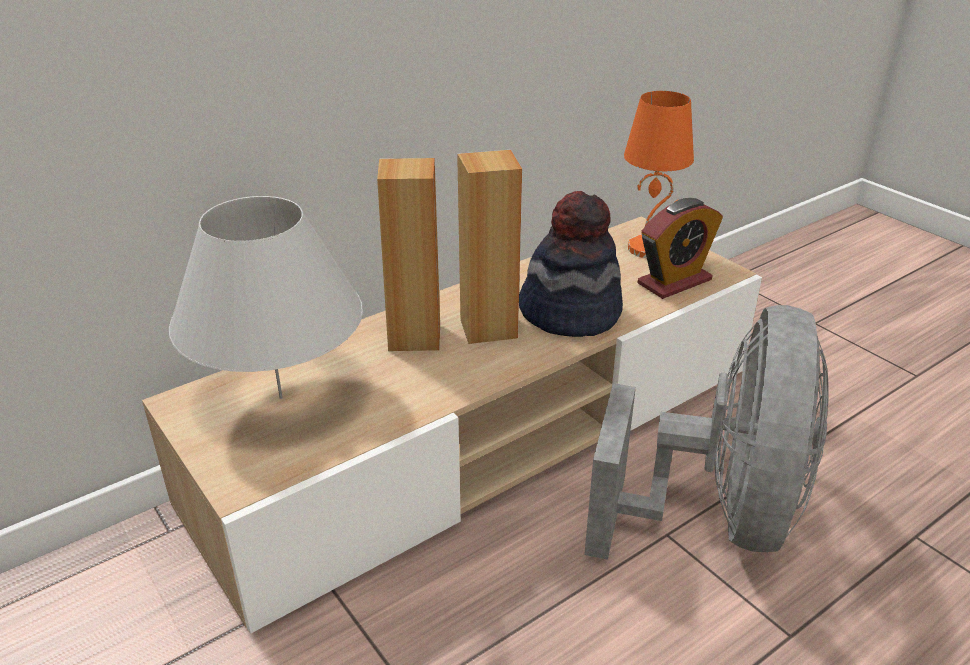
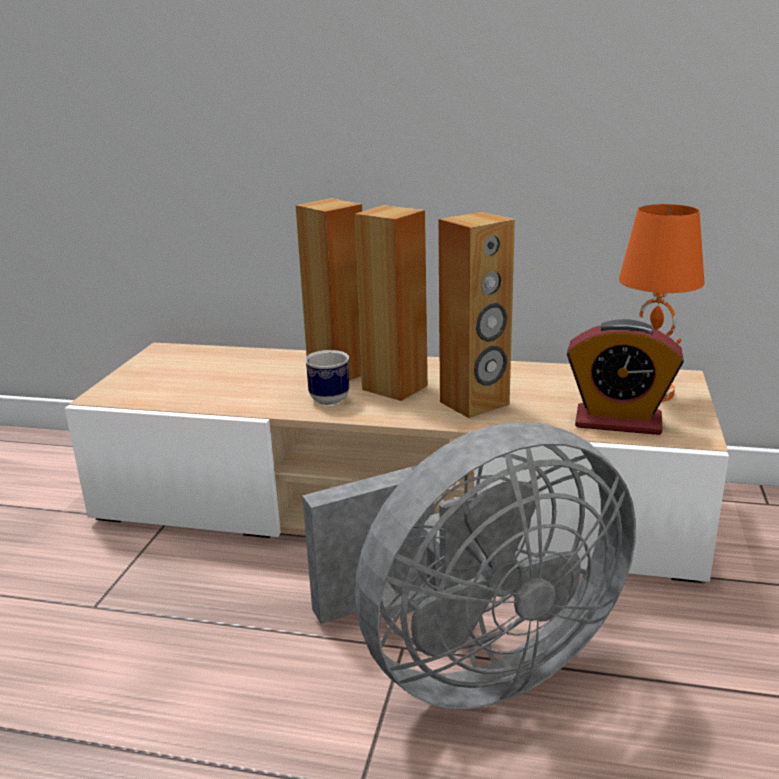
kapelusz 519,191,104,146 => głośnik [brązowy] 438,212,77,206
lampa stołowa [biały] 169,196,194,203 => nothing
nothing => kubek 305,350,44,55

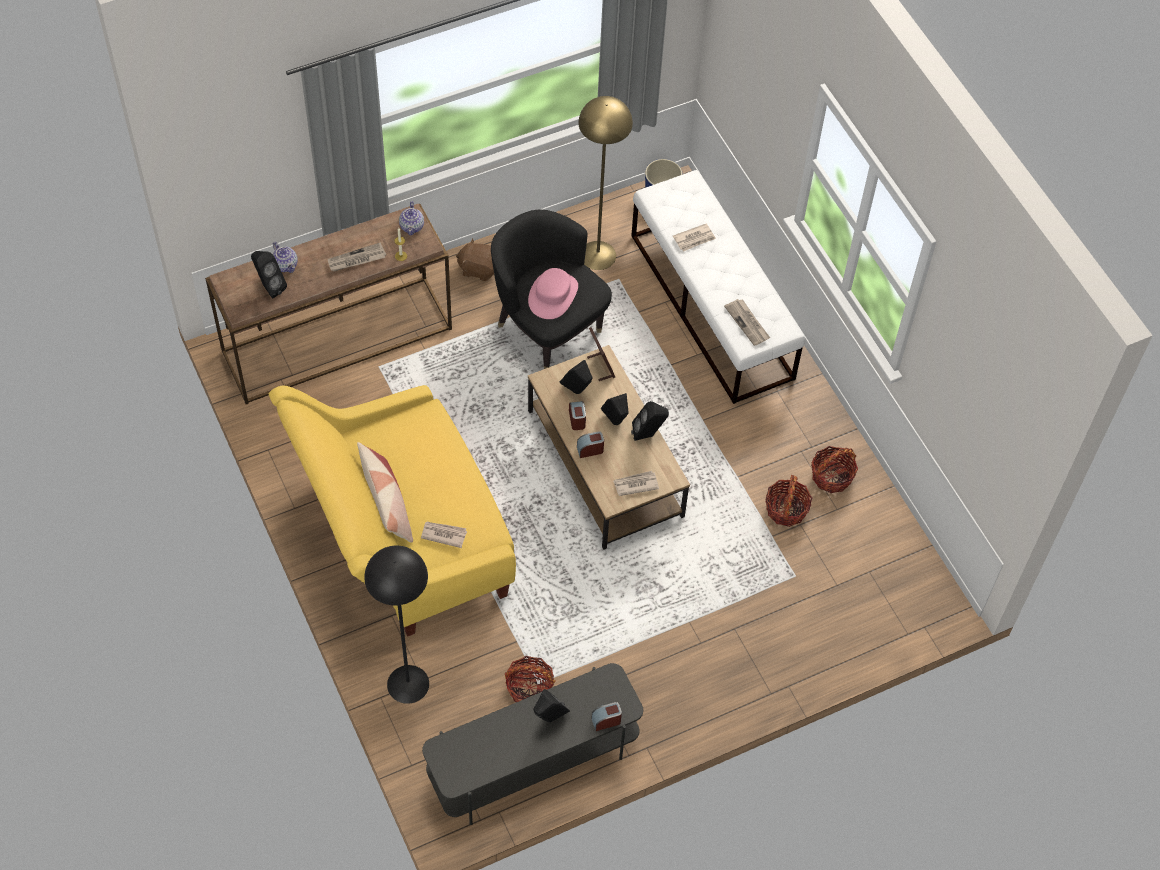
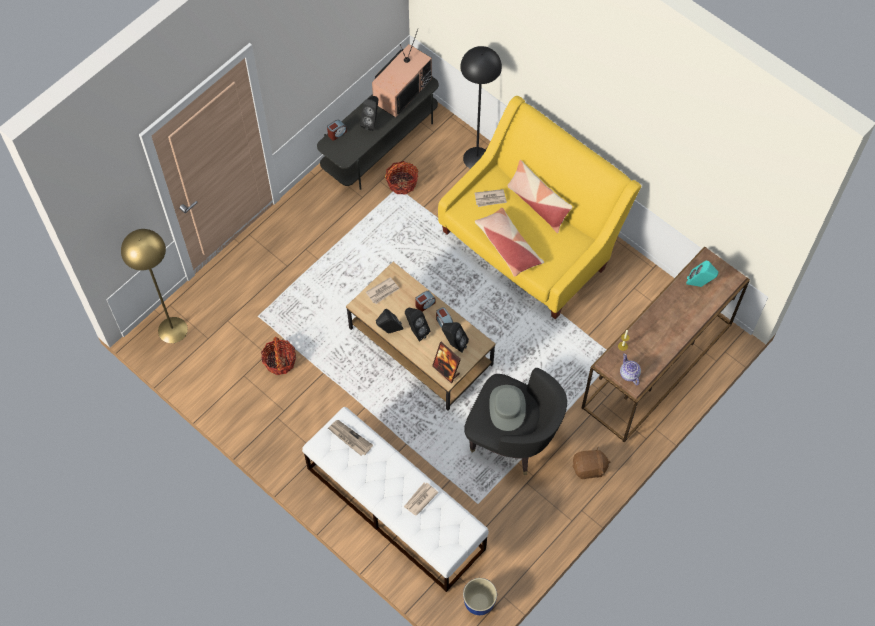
lampa stojąca [żółty] 578,96,55,174 => lampa stojąca [żółty] 121,229,67,114, moved
imbryk 273,242,25,31 => nothing
gazeta 328,242,58,30 => nothing
głośnik [czarny] 251,251,36,47 => głośnik [turkusowy] 686,261,32,26
kapelusz [różowy] 528,268,50,51 => kapelusz [szary] 489,385,37,46
koszyk 811,446,47,47 => nothing
nothing => telewizor 372,28,60,90
nothing => poduszka 475,208,69,69

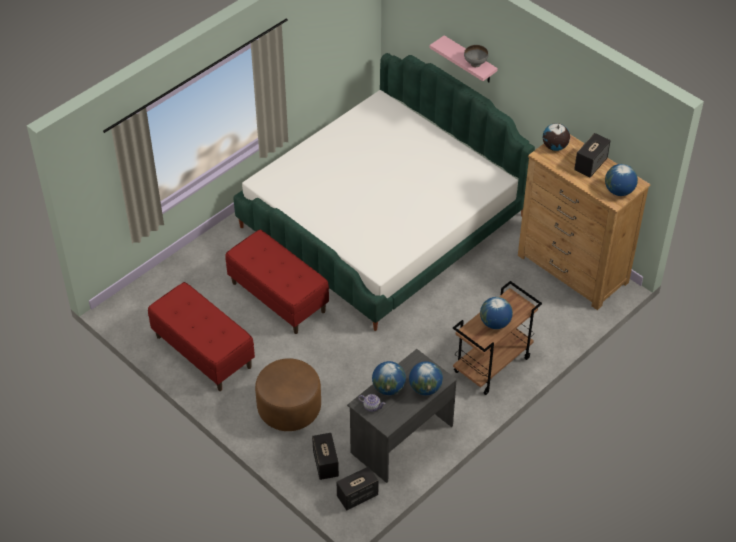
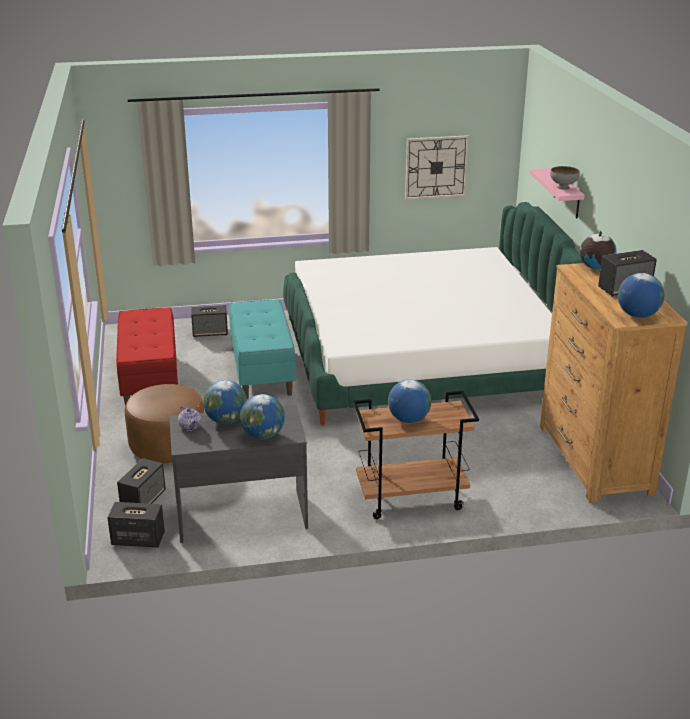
ławka [czerwony] 225,229,104,105 => ławka [turkusowy] 229,299,67,100
nothing => zegar ścienny 405,135,64,65
nothing => głośnik 191,305,37,32

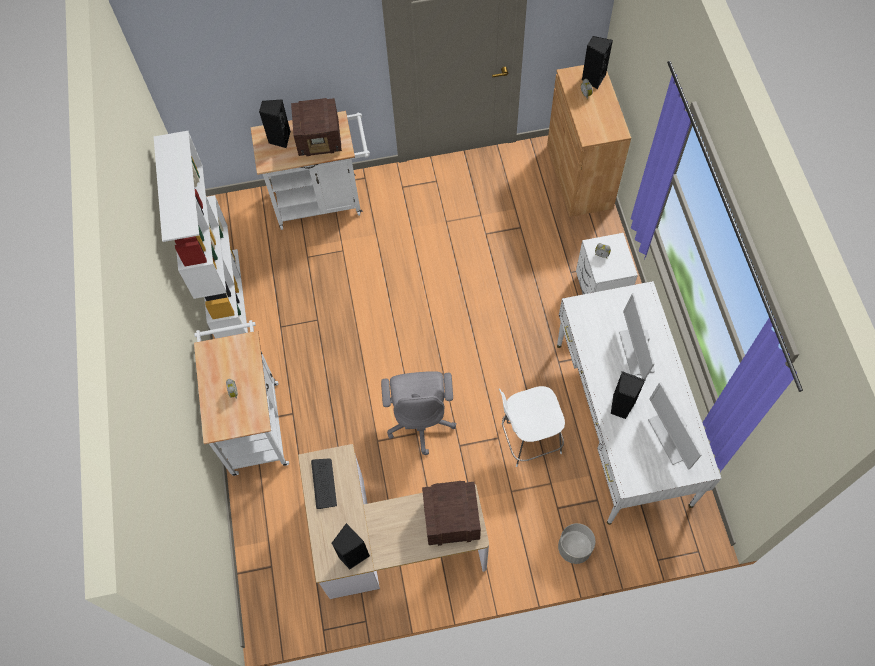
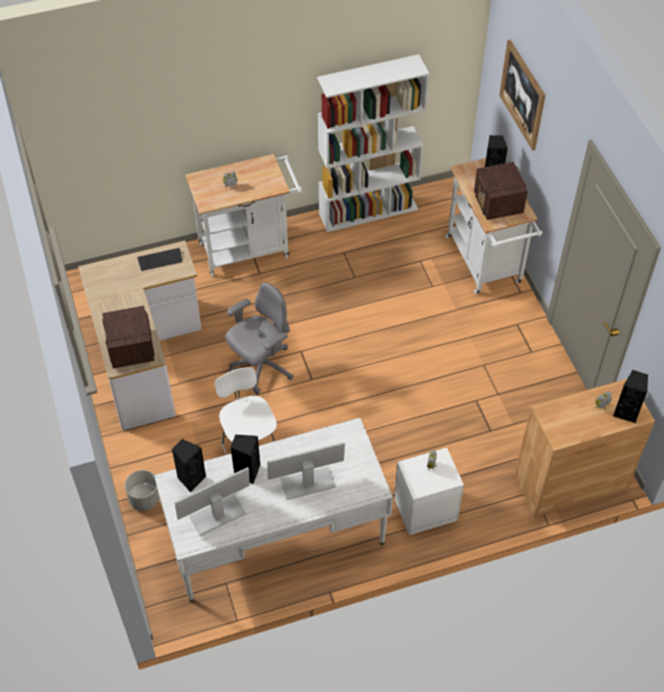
krzesło biurowe [szary] 381,371,75,84 => krzesło biurowe [szary] 225,283,69,111, 150 degrees clockwise
głośnik [czarny] 331,523,39,46 => głośnik [czarny] 172,439,34,54, moved
nothing => obraz 499,40,46,111

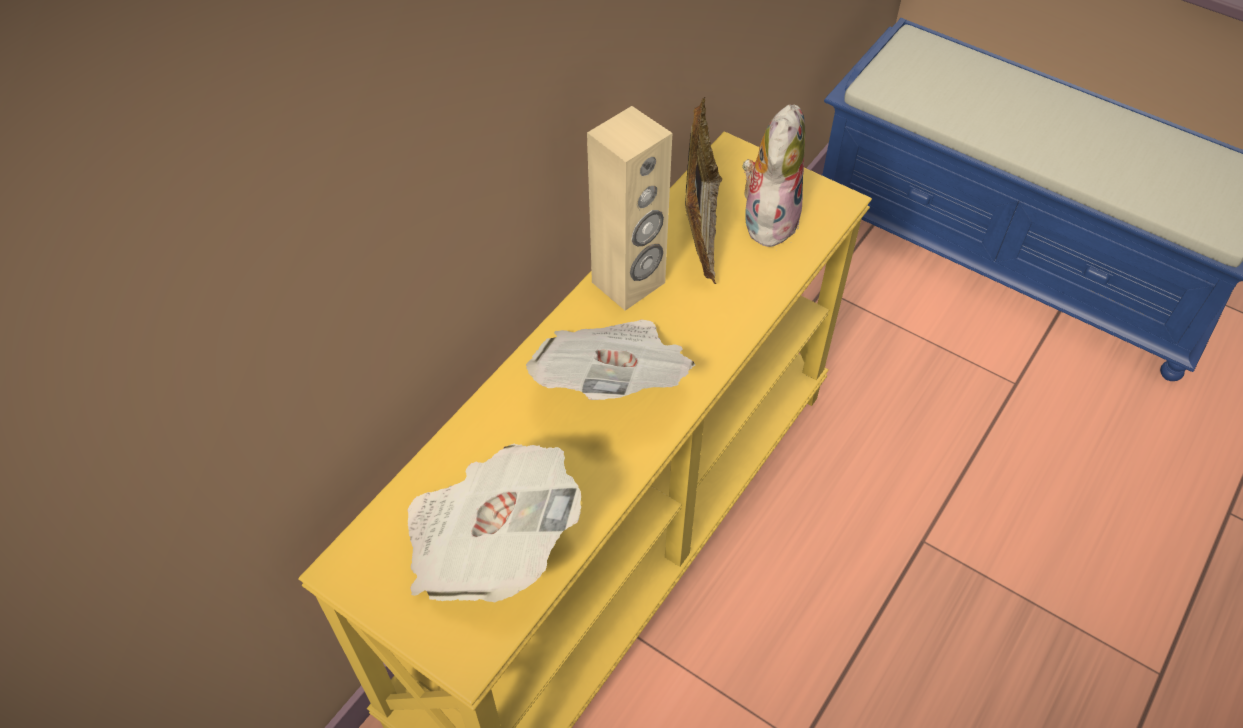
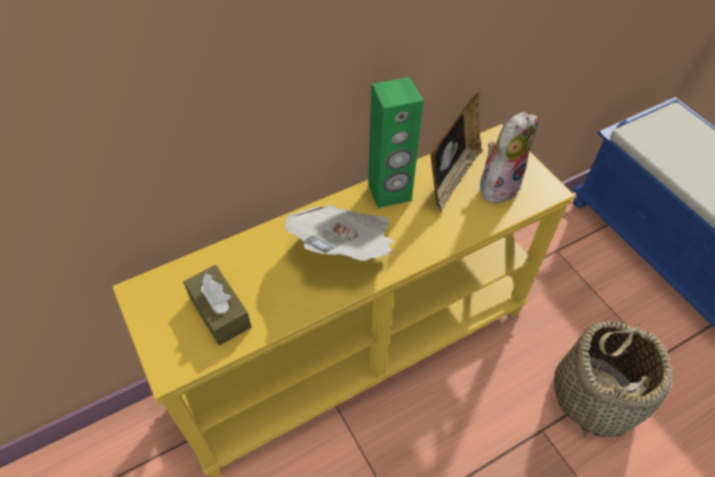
głośnik [beżowy] 587,106,85,205 => głośnik [zielony] 368,77,56,131
gazeta 407,444,174,158 => pudełko chusteczek [brązowy] 183,265,68,80
nothing => koszyk 554,321,118,117

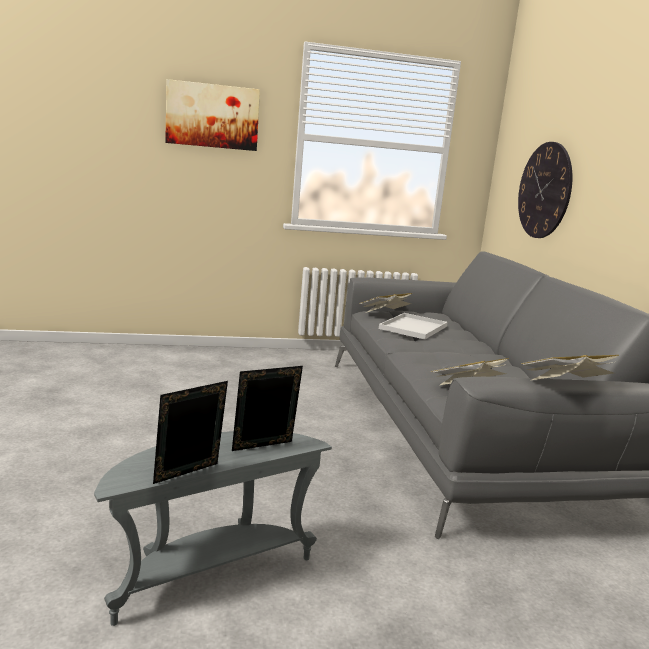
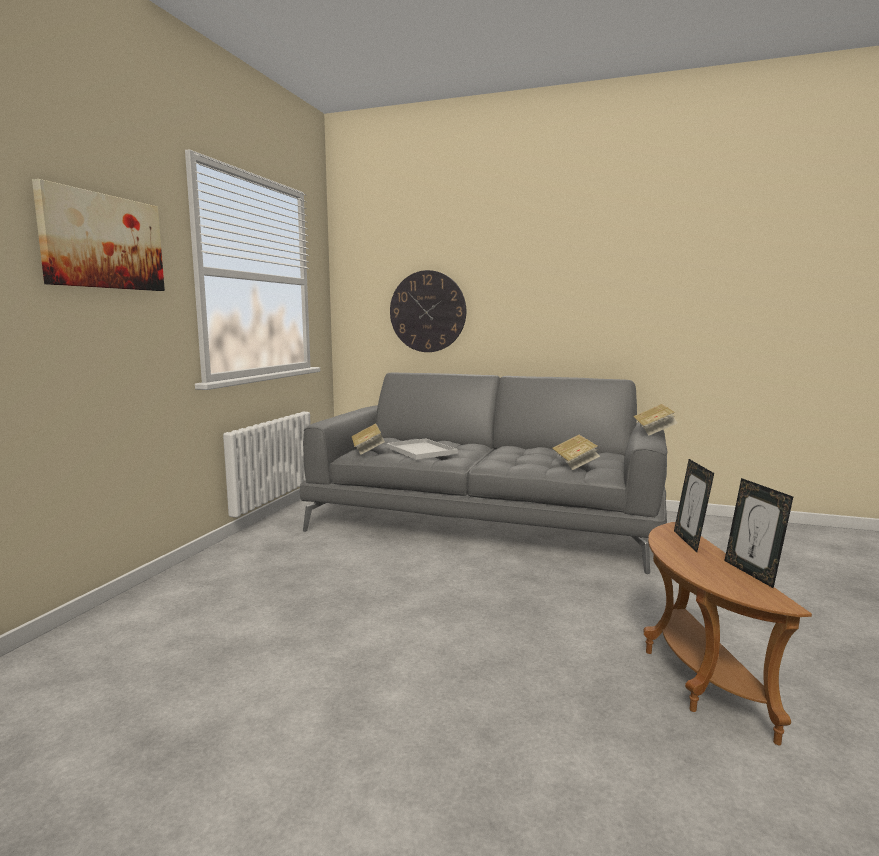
stolik [szary] 94,431,238,195 => stolik [brązowy] 644,522,168,224

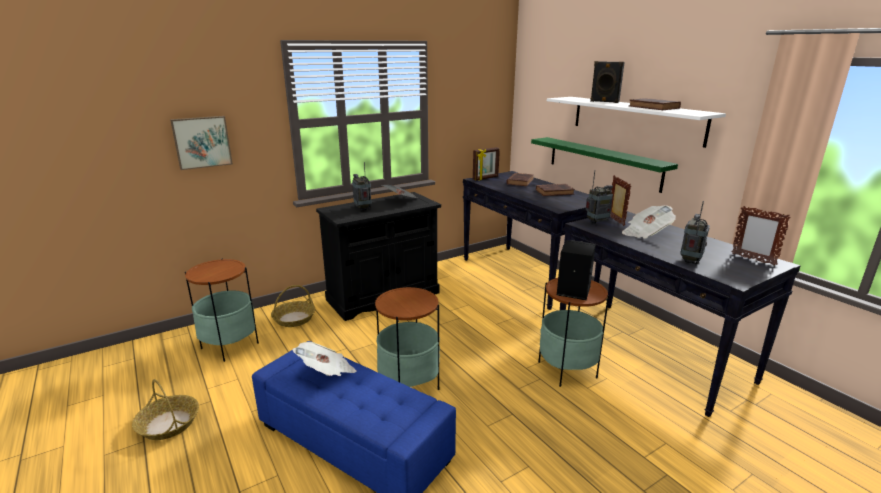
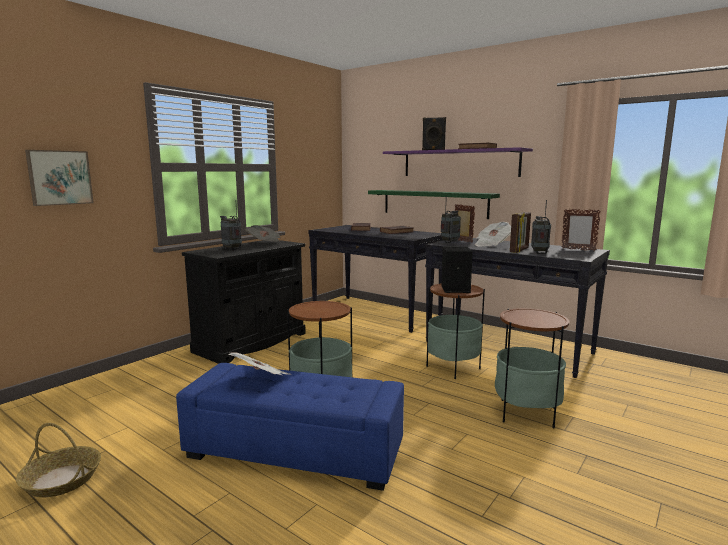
półka [biały] 547,97,179,51 => półka [fioletowy] 383,147,150,30
ramka na zdjęcie 473,147,27,33 => ramka na zdjęcie 510,212,21,41, moved
stolik 185,259,74,103 => stolik 495,308,74,120, moved
koszyk 271,285,44,42 => nothing

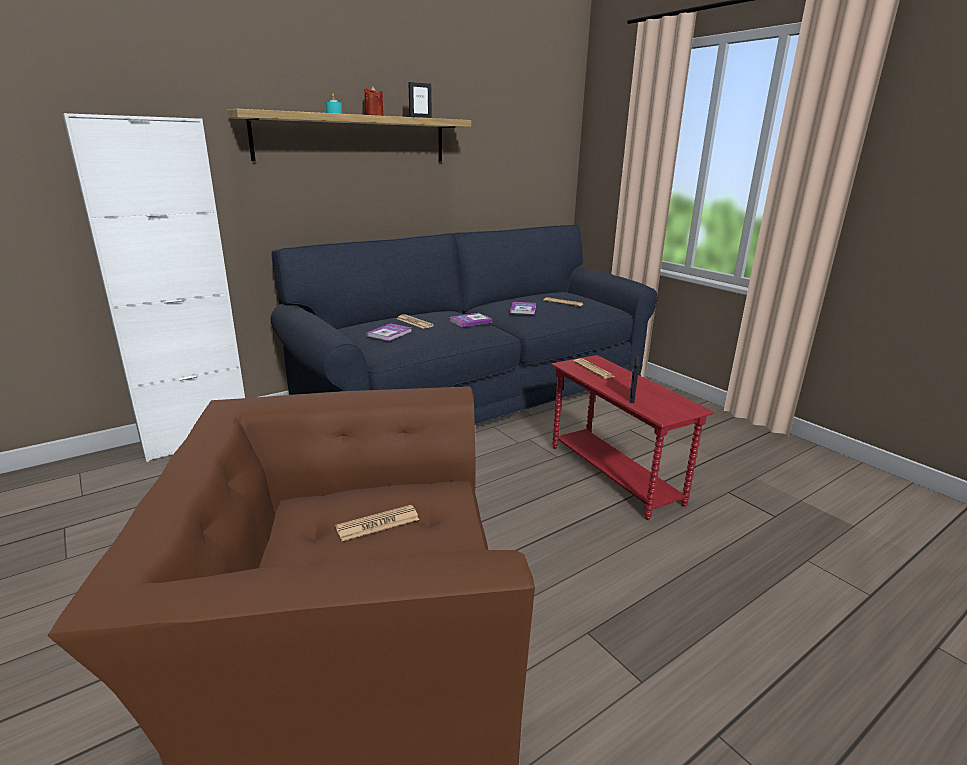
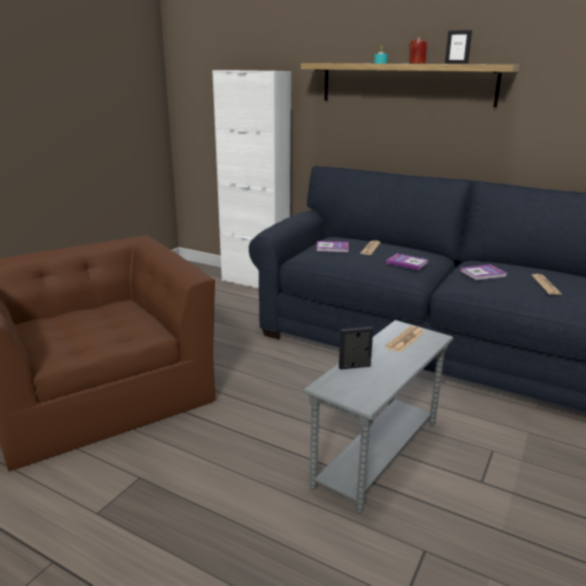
stolik [czerwony] 552,355,162,165 => stolik [szary] 302,320,151,194
gazeta 336,505,83,36 => nothing

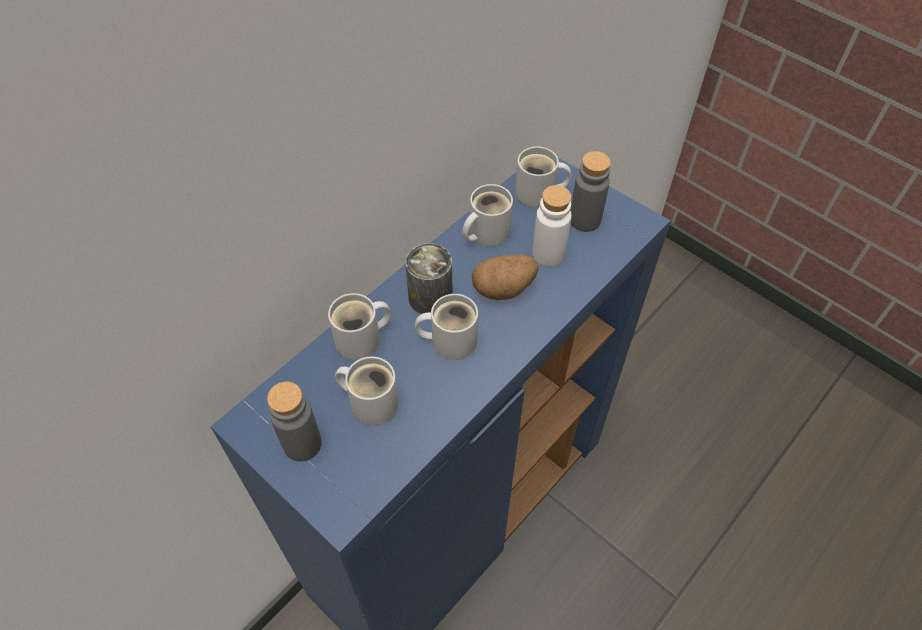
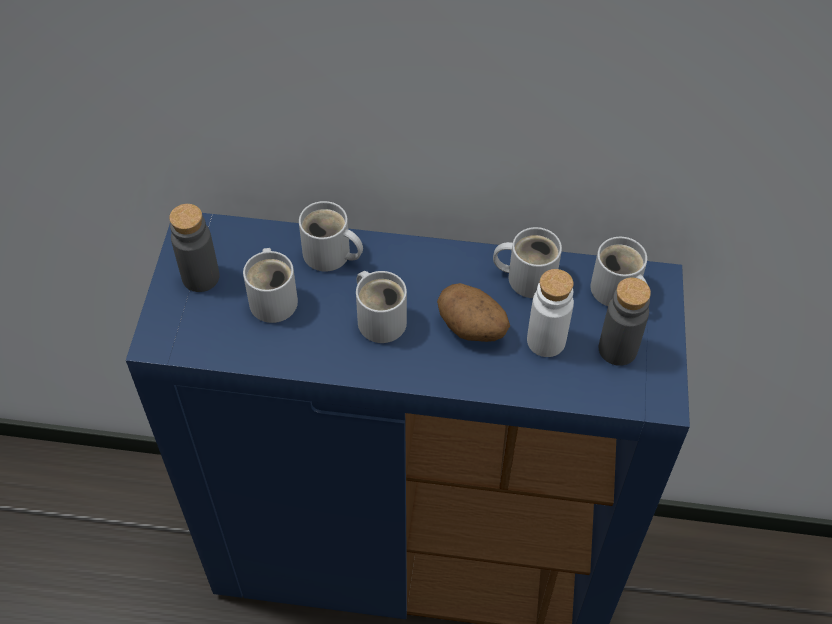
puszka 405,243,48,71 => nothing

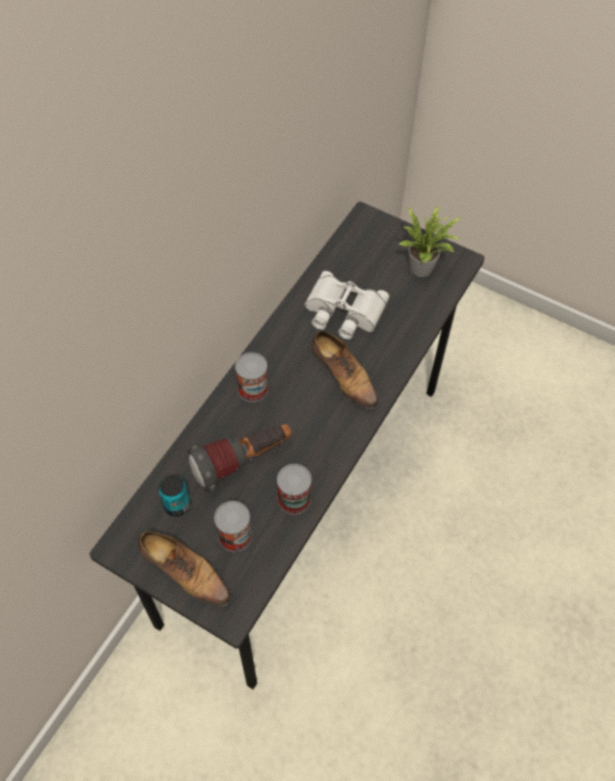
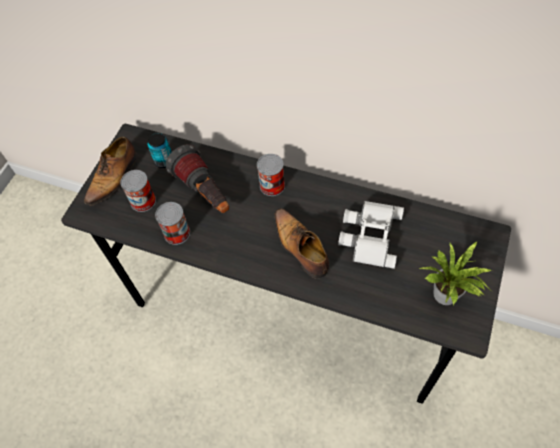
but 312,330,66,79 => but 275,208,54,71, 105 degrees clockwise

